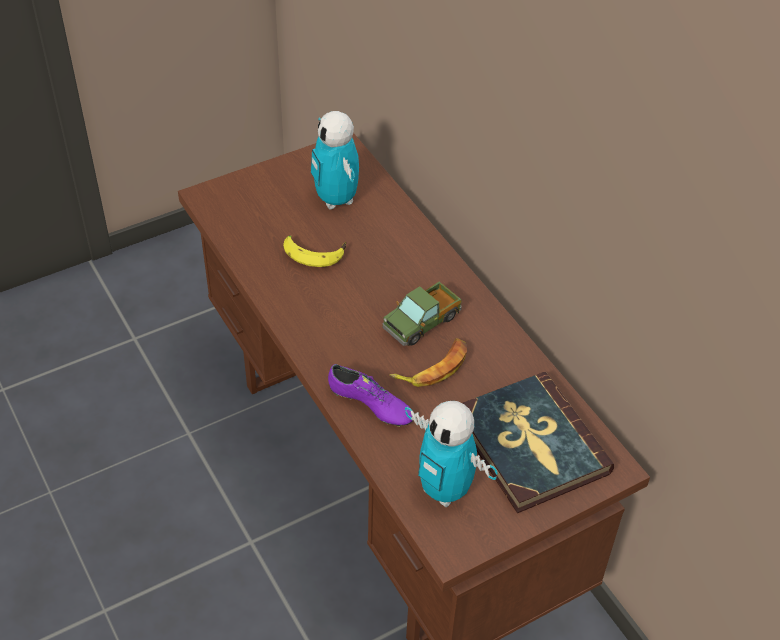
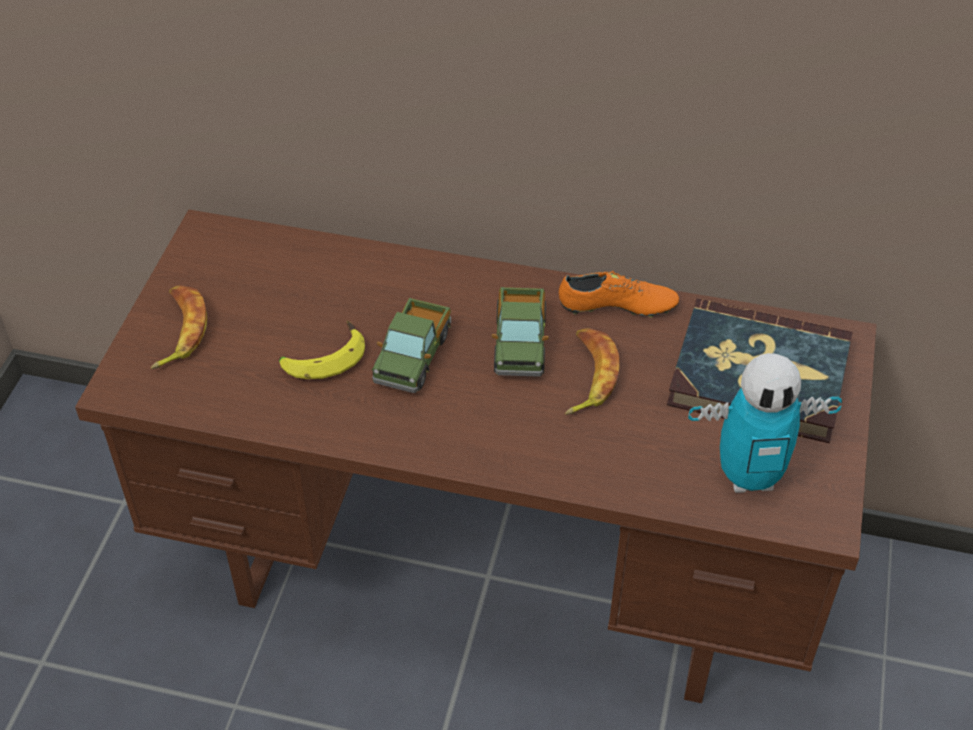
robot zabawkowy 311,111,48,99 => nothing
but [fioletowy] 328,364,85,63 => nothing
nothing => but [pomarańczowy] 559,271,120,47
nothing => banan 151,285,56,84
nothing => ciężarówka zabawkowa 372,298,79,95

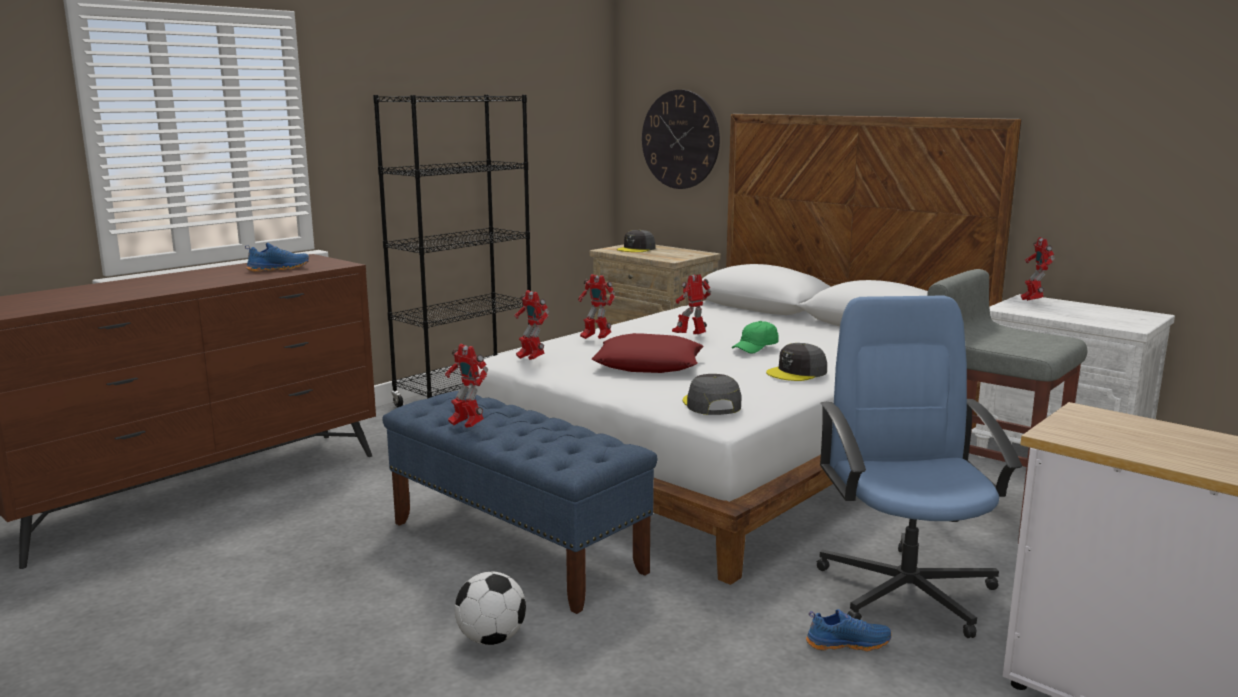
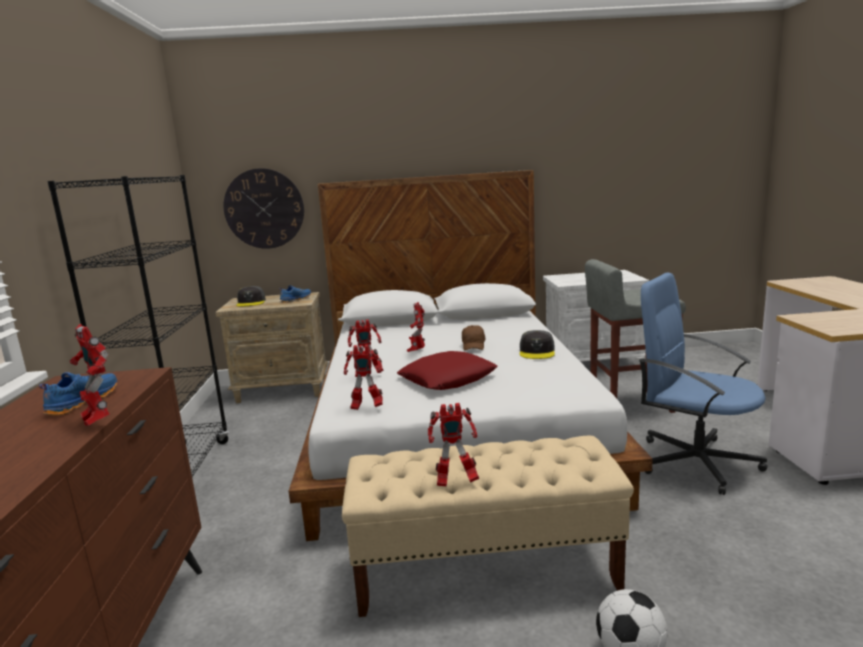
robot zabawkowy 1021,237,34,64 => robot zabawkowy 70,324,39,102, moved
czapka z daszkiem [zielony] 732,321,47,32 => czapka z daszkiem [brązowy] 462,325,24,25
czapka z daszkiem [szary] 683,374,59,41 => nothing
ławka [niebieski] 382,391,275,223 => ławka [beżowy] 342,436,292,181
but [niebieski] 806,609,86,42 => but [niebieski] 279,285,32,18, moved

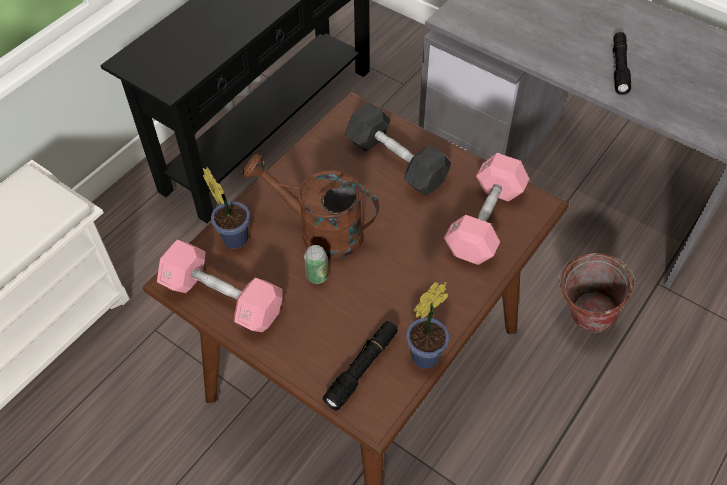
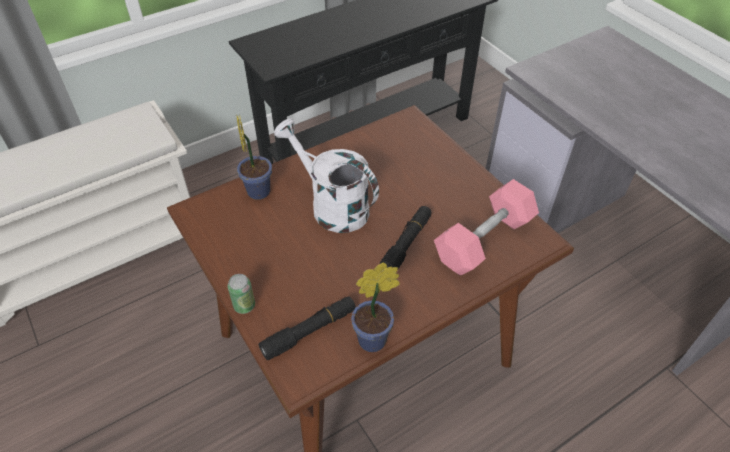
latarka [czarny] 613,32,18,63 => latarka [czarny] 380,206,52,63, moved
hantel [czarny] 345,102,106,94 => nothing
konewka [brązowy] 243,154,136,105 => konewka [biały] 274,118,105,115
hantel [różowy] 157,240,126,92 => nothing
puszka 304,245,24,39 => puszka 228,274,27,40, moved
wiadro 558,253,77,80 => nothing

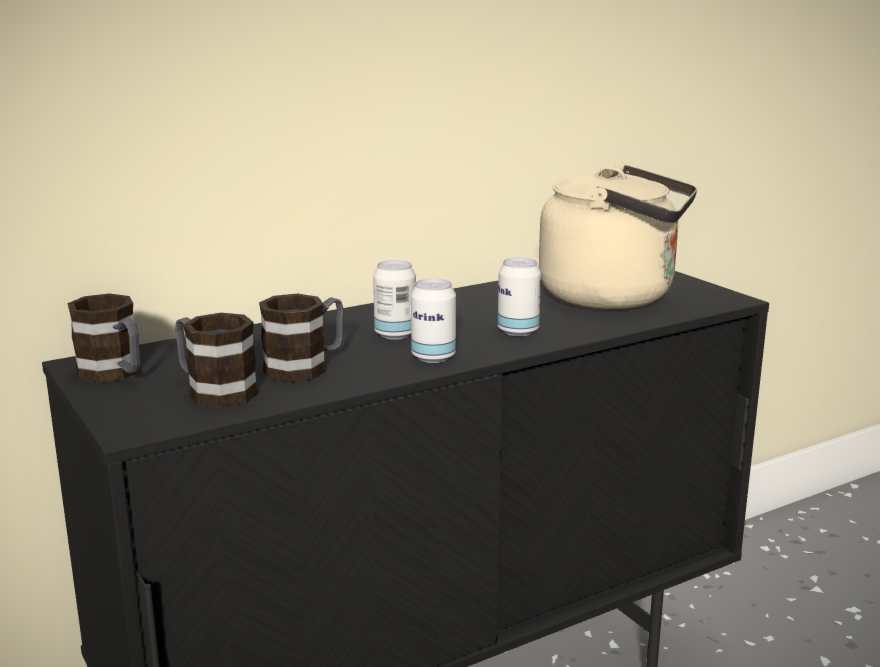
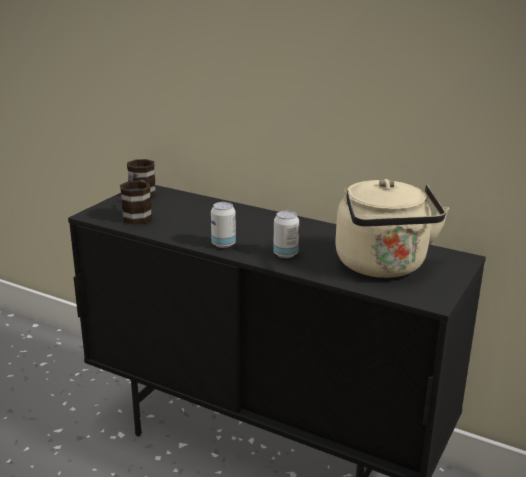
puszka 373,260,43,80 => nothing
kubek 259,294,85,89 => nothing

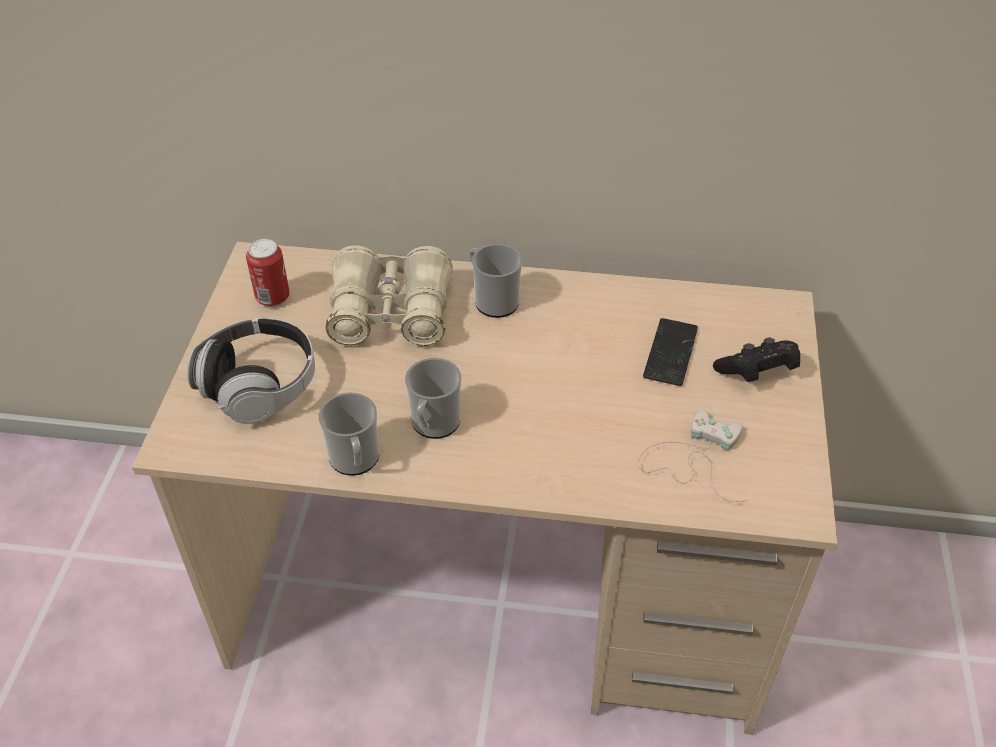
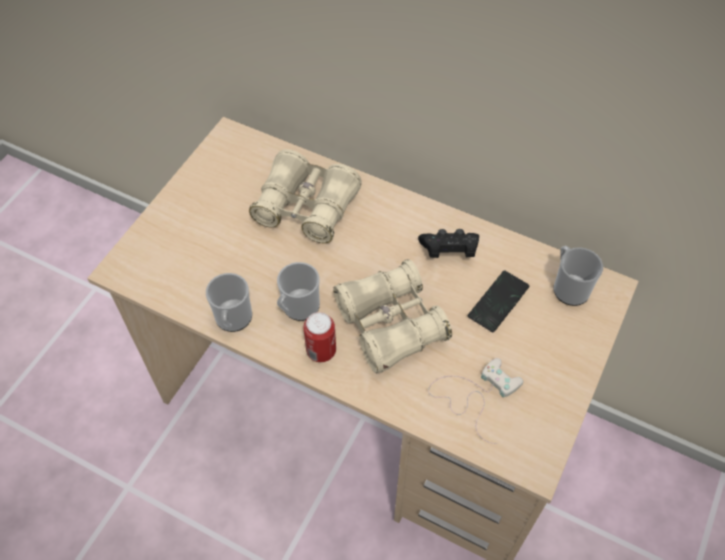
puszka 246,239,44,68 => puszka 303,312,33,50, moved
kubek 469,244,53,74 => kubek 553,246,50,60, moved
słuchawki 187,318,128,106 => nothing
pad do gier [czarny] 713,338,87,44 => pad do gier [czarny] 418,229,61,29, moved
nothing => lornetka [beżowy] 333,259,119,115

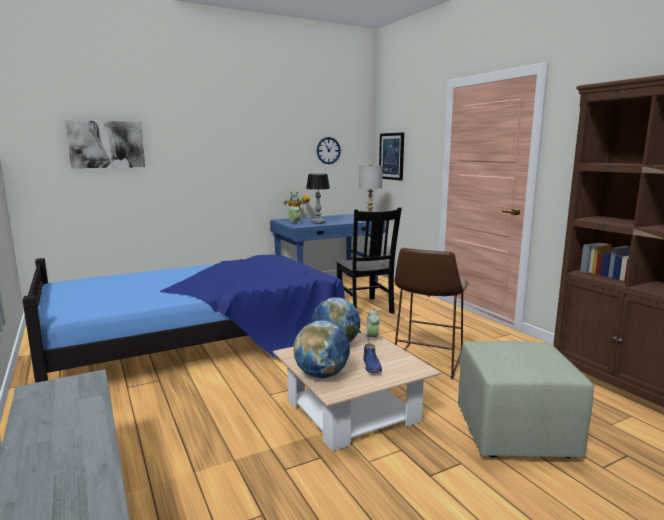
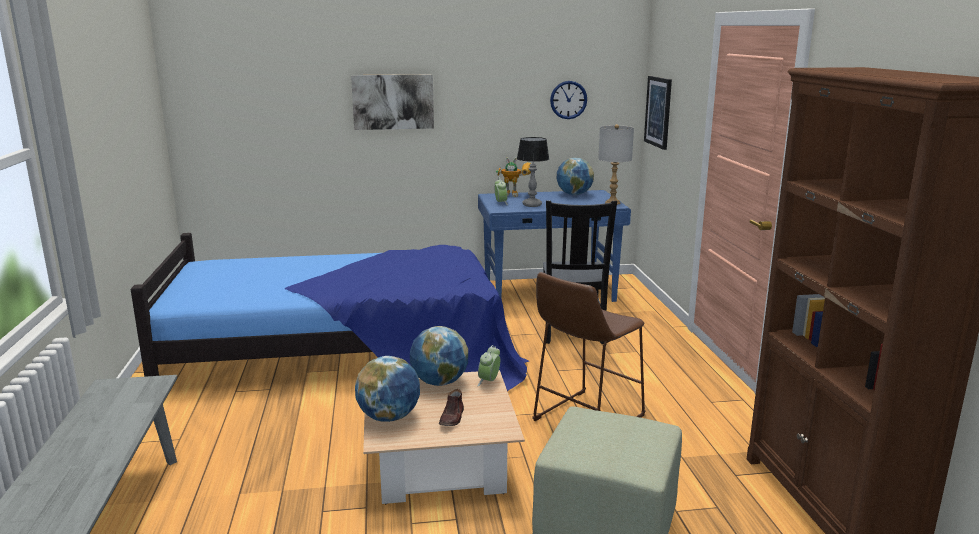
obraz 65,120,80,48 => obraz 351,74,83,56, moved
but [niebieski] 363,343,19,30 => but [brązowy] 439,389,25,37
nothing => globus 557,158,37,37

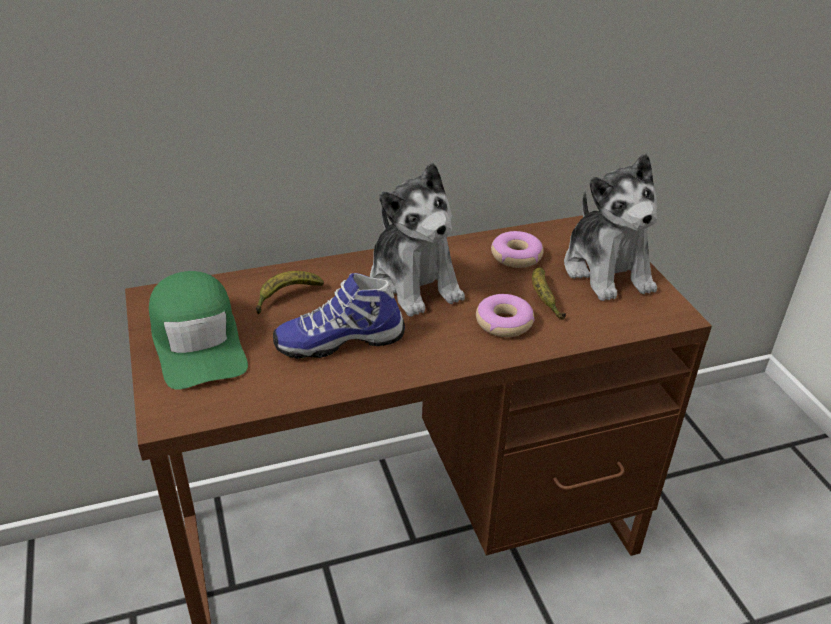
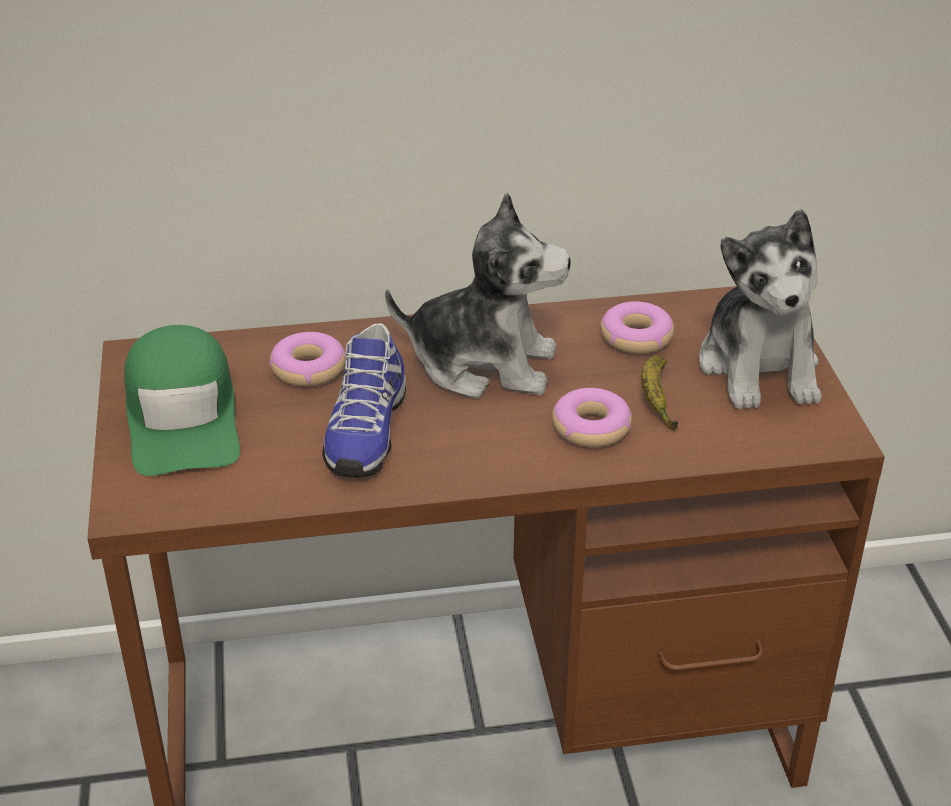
pluszak 370,162,95,155 => pluszak 385,193,186,206, 60 degrees counterclockwise
banan 256,271,68,43 => donut 269,332,77,55
but 273,273,132,86 => but 322,323,84,155, 75 degrees counterclockwise

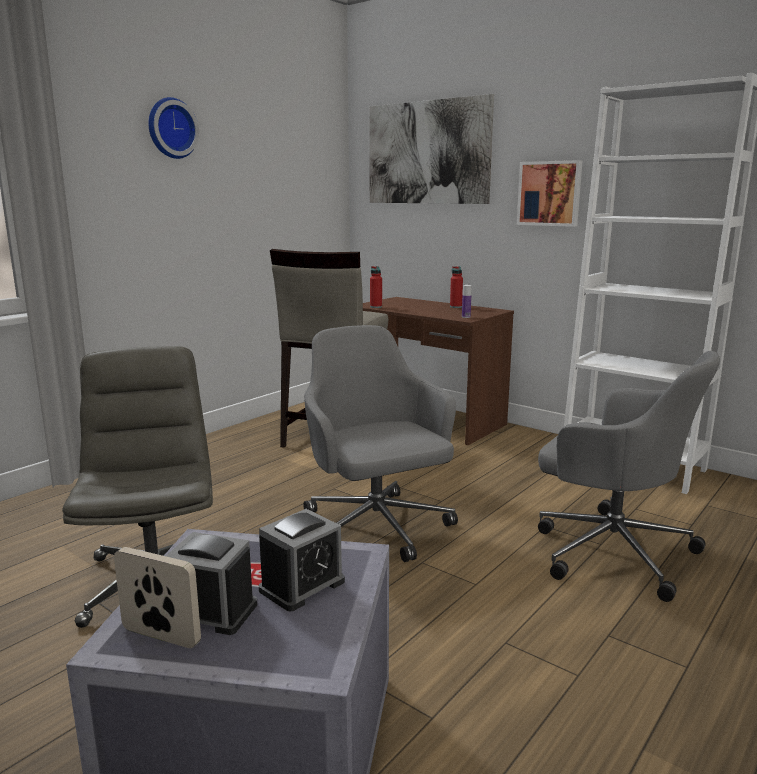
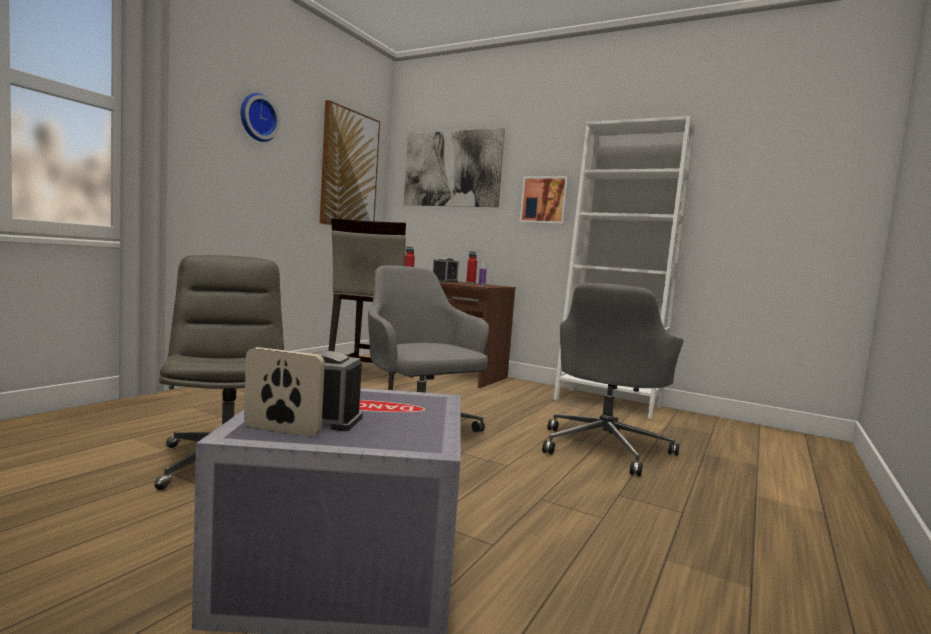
krzesło biurowe [szary] 538,351,182,251 => krzesło biurowe [szary] 542,283,142,194, 90 degrees clockwise
budzik 259,509,86,103 => budzik 433,258,26,25, moved
nothing => obraz 320,100,60,125

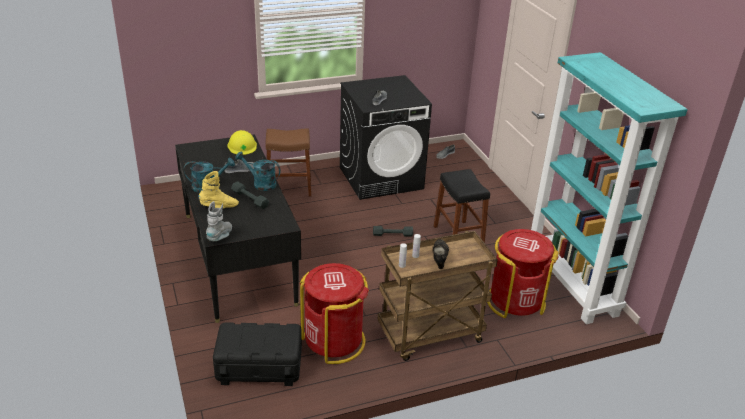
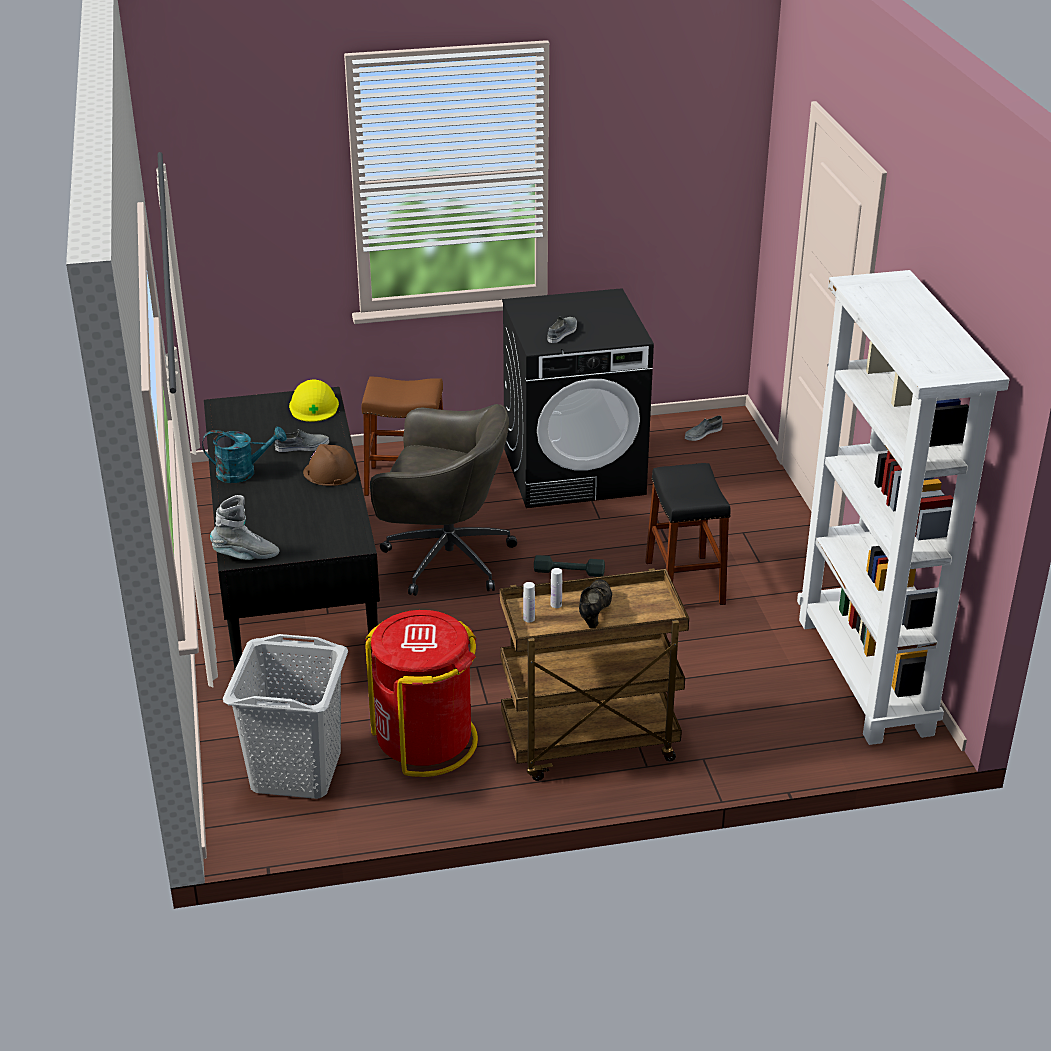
regał [turkusowy] 531,52,157,272 => regał [biały] 797,270,213,475
konewka [turkusowy] 235,152,46,39 => kask [brązowy] 303,444,54,42
but z cholewką [żółty] 198,171,41,37 => nothing
hantel [szary] 231,181,38,28 => nothing
but z cholewką [szary] 206,201,26,40 => but z cholewką [szary] 210,495,69,65, 60 degrees clockwise
kosz na śmieci [czerwony] 487,229,72,89 => nothing
pojemnik do przechowywania [czarny] 213,323,89,63 => kosz na pranie [szary] 223,634,125,165
nothing => krzesło biurowe [szary] 370,404,147,192

